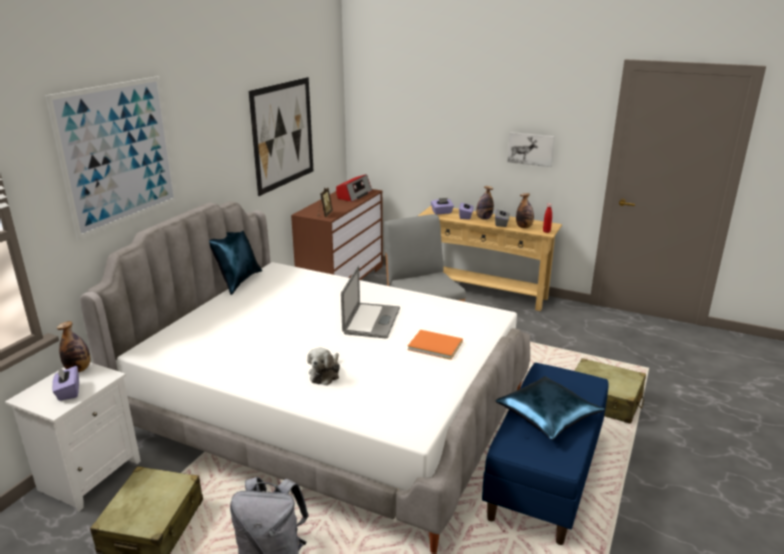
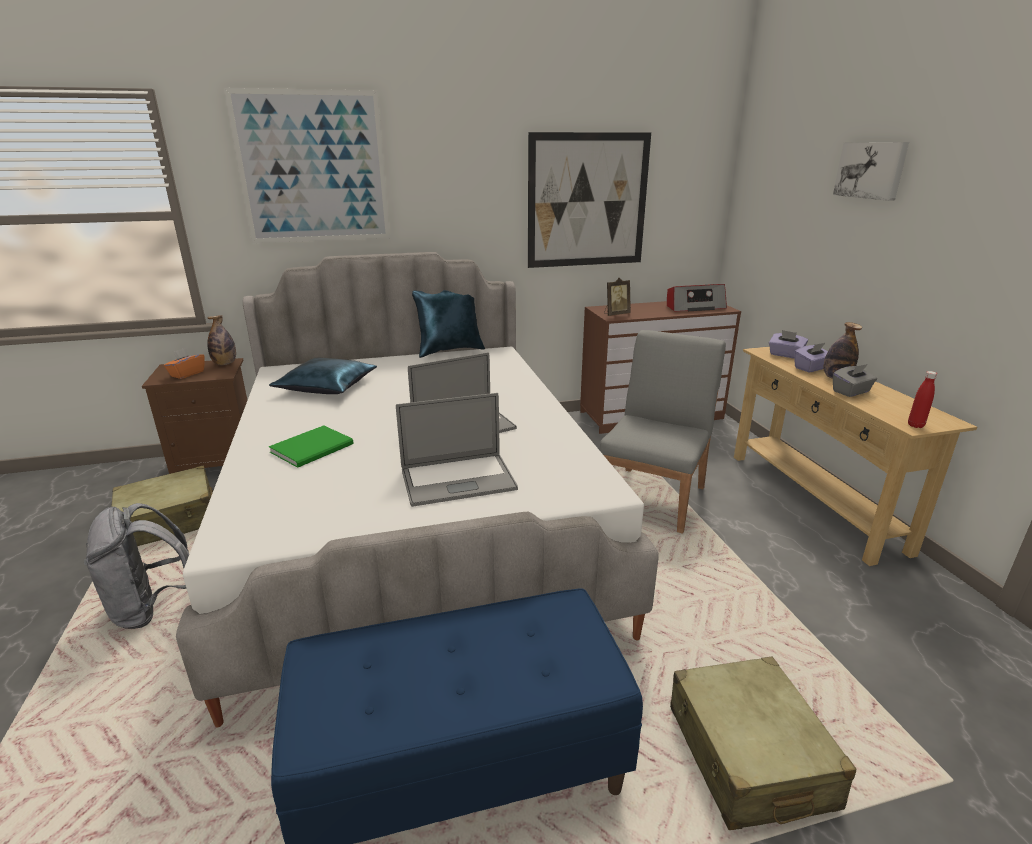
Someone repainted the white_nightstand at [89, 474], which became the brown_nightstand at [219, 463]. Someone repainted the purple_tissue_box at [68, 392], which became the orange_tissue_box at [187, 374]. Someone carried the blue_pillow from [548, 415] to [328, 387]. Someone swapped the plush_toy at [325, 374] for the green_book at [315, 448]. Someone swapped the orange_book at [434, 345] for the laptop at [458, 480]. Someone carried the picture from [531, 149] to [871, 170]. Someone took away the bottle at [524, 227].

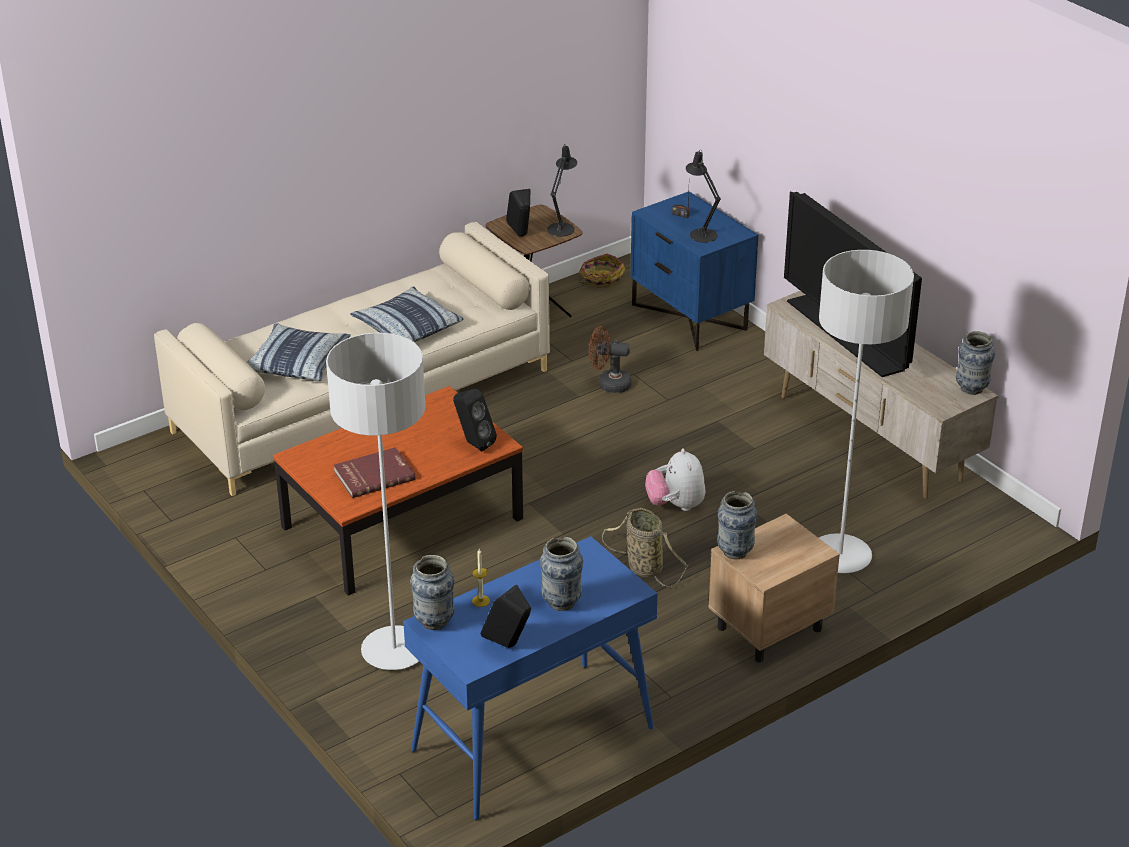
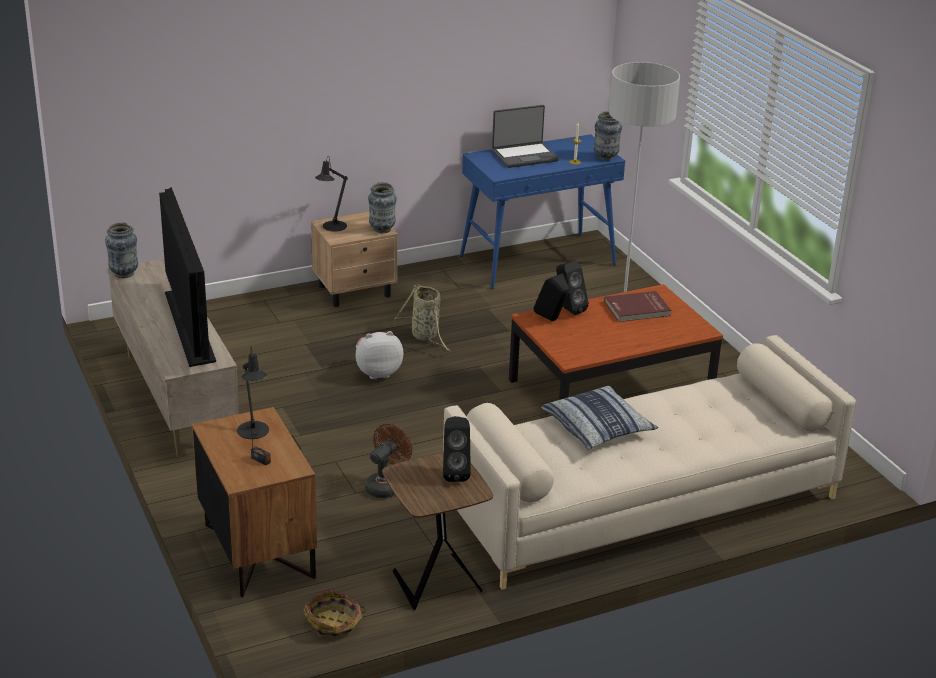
Someone repainted the blue_nightstand at [690, 317], which became the brown_nightstand at [257, 551]. Someone carried the black_table_lamp from [562, 227] to [332, 227]. Someone rotated the plush_toy at [676, 505] by 105 degrees counterclockwise. Someone rotated the brown_fan at [609, 384] by 75 degrees counterclockwise. Someone swapped the vase at [561, 602] for the laptop at [524, 156]. Someone carried the black_speaker from [509, 646] to [568, 309]. Someone took away the pillow at [298, 362]. Someone took away the grey_floor_lamp at [840, 556].

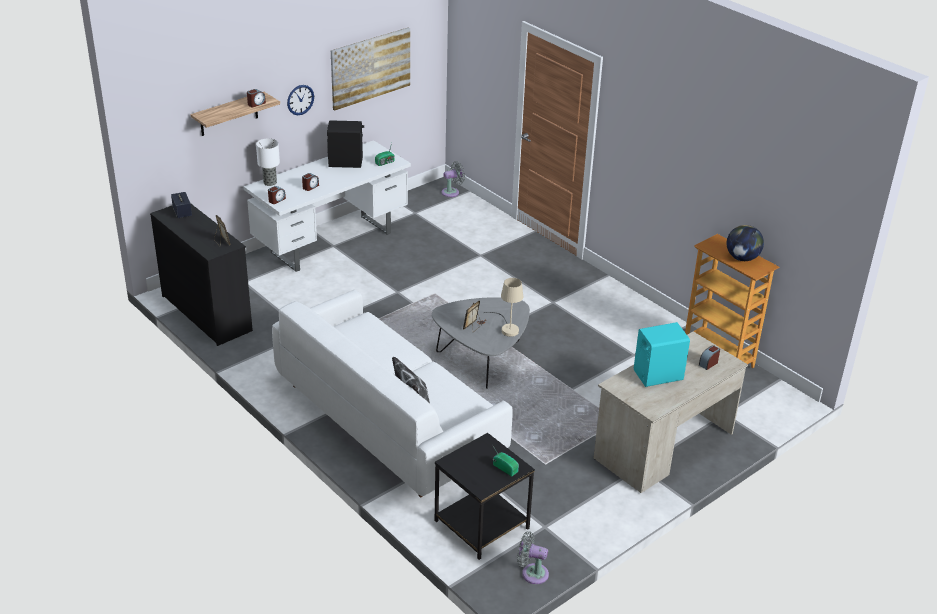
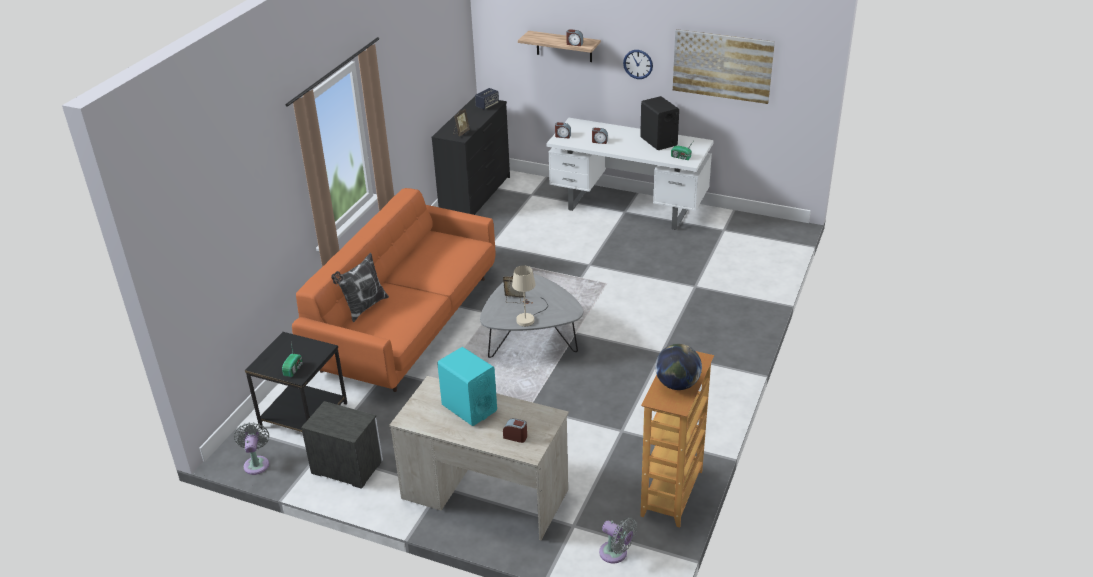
Someone repainted the white_sofa at [389, 419], which became the orange_sofa at [408, 323]. Someone put down the nightstand at [346, 466]. Someone carried the grey_fan from [452, 192] to [616, 554]. Someone took away the table_lamp at [270, 182].

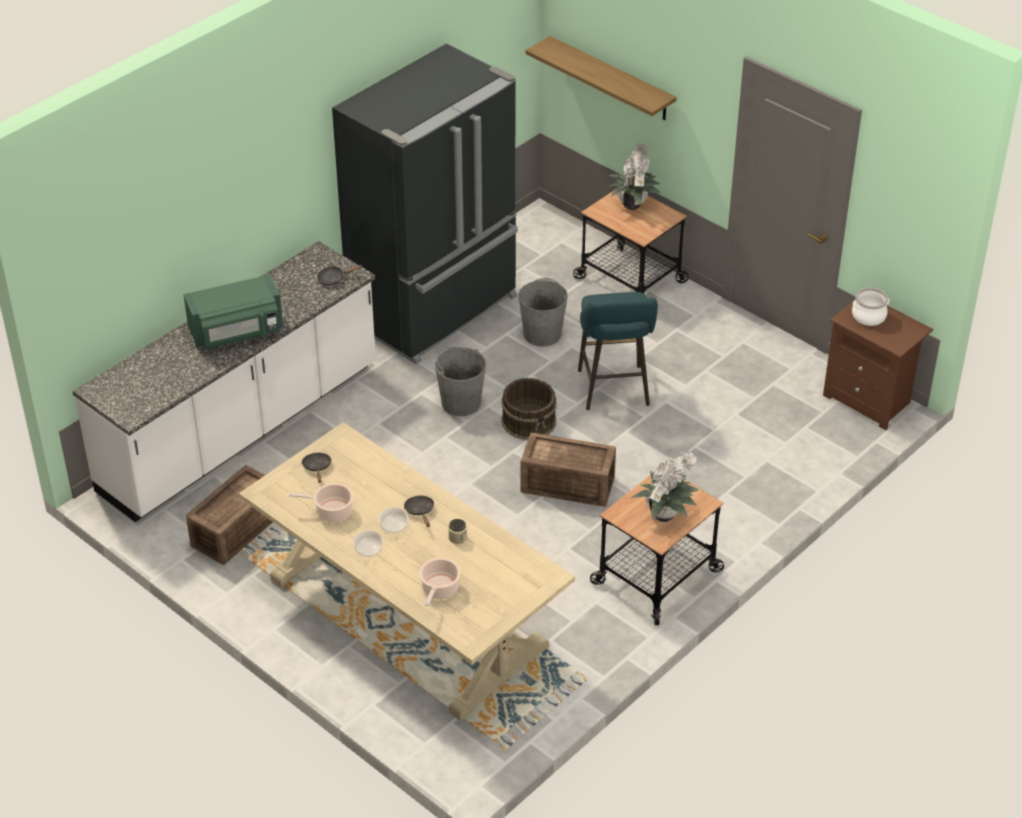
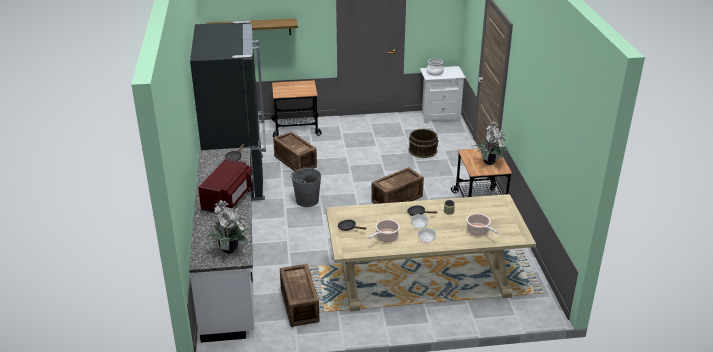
Someone repainted the green_microwave at [237, 332], which became the red_microwave at [229, 199]. Someone carried the potted_plant from [633, 204] to [229, 249]. Someone swapped the grey_bucket at [542, 334] for the crate at [295, 161]. Someone carried the brown_bucket from [529, 421] to [423, 150]. Someone repainted the brown_nightstand at [869, 400], which became the white_nightstand at [439, 116]. Someone took away the turquoise_stool at [614, 391].

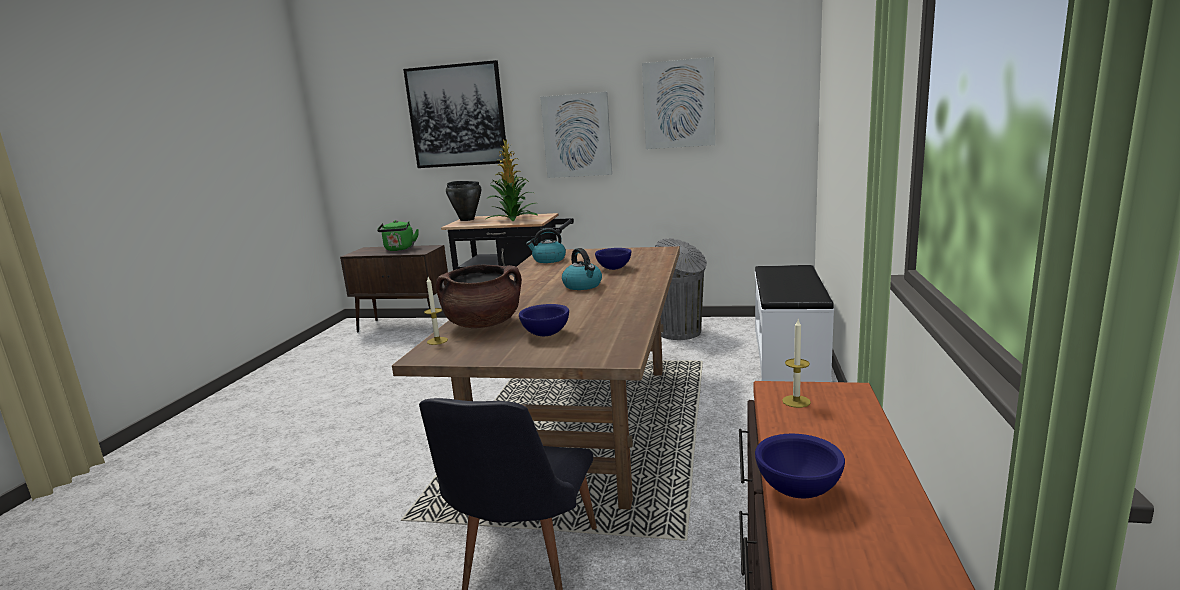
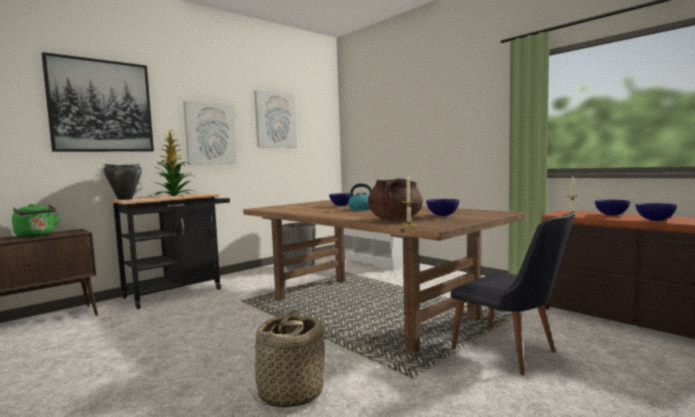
Someone put down the basket at [290, 393]. Someone put down the blue_bowl at [611, 215]. Someone took away the kettle at [548, 260].

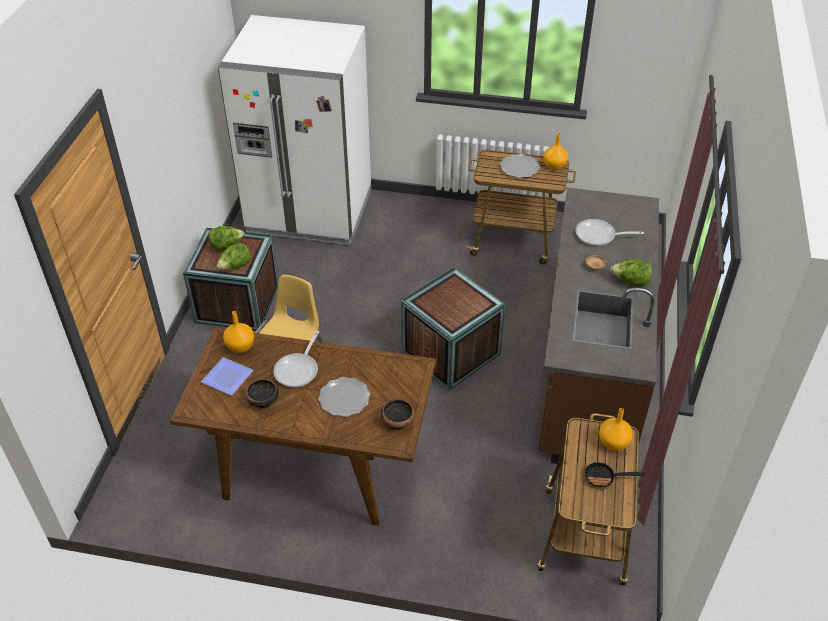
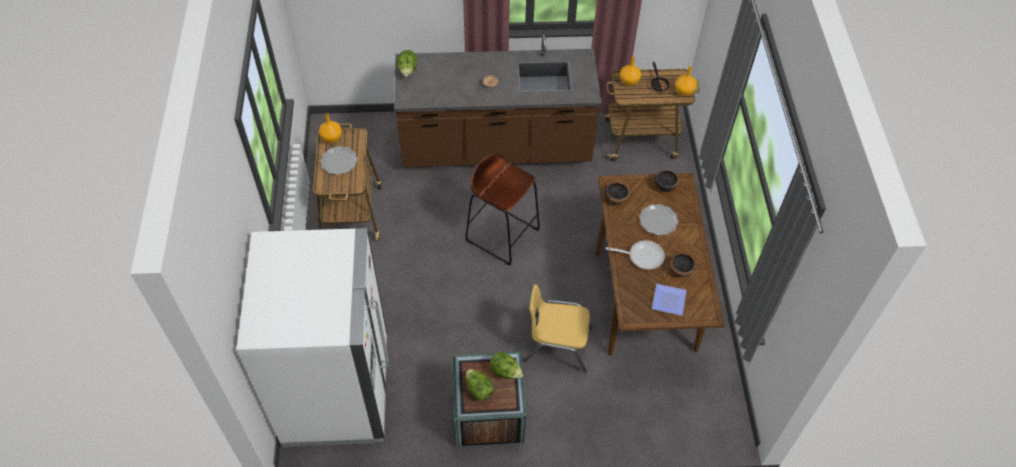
Someone carried the lettuce from [630, 282] to [407, 71]. Someone swapped the crate at [451, 352] for the brown_stool at [502, 235]. Someone put down the bowl at [616, 198]. Someone carried the orange_vase from [240, 347] to [684, 92]. Someone took away the frying_pan at [599, 236].

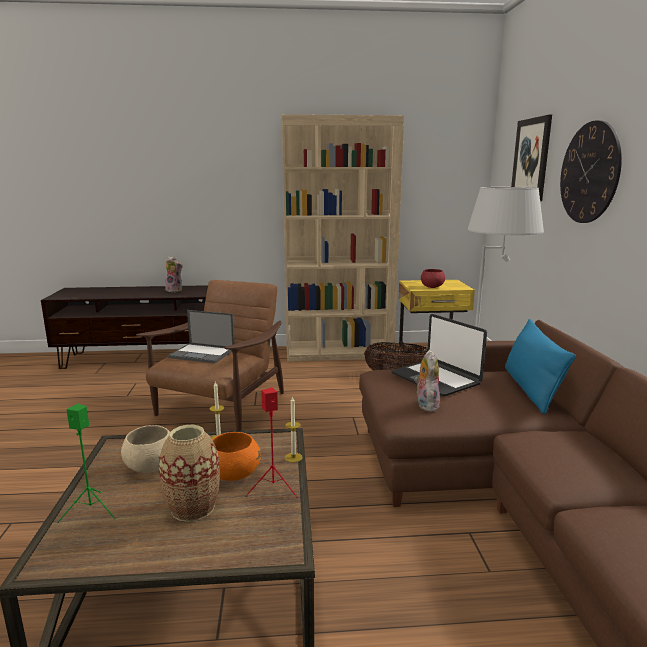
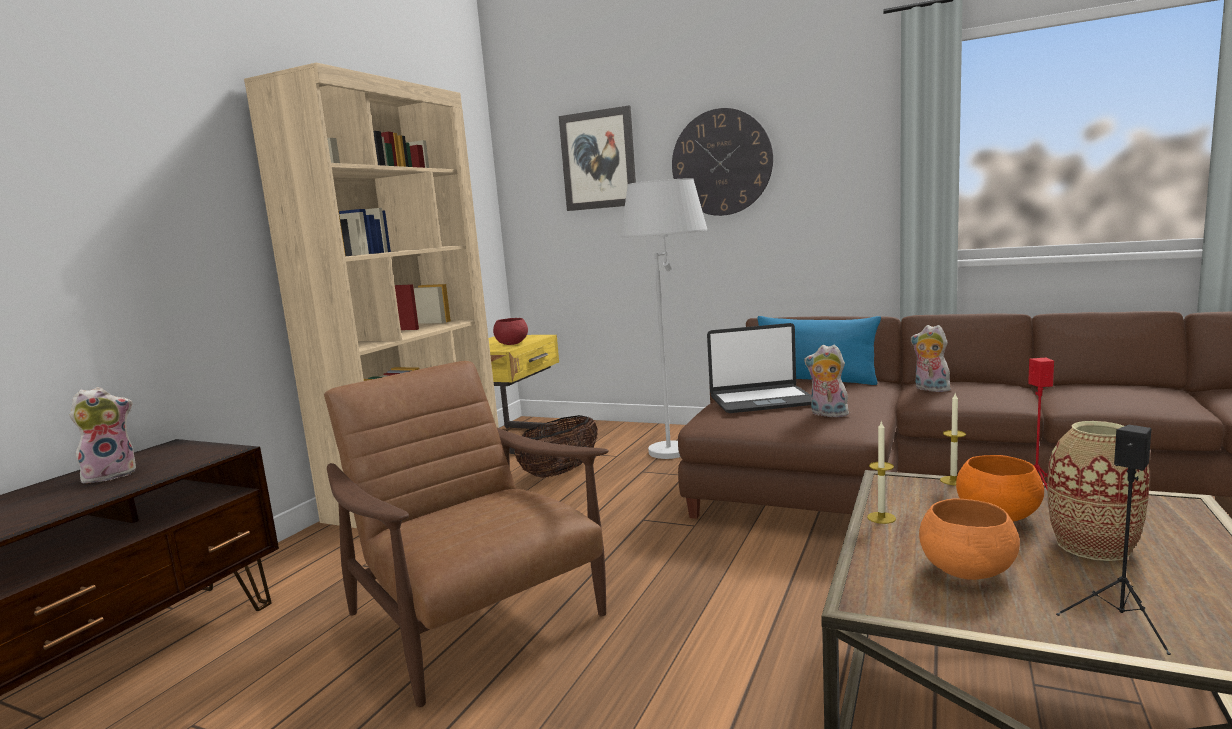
Someone put down the plush_toy at [930, 389]. Someone repainted the beige_bowl at [151, 467], which became the orange_bowl at [965, 571]. Someone repainted the green_speaker at [90, 511], which became the black_speaker at [1122, 623]. Someone took away the laptop at [203, 353].

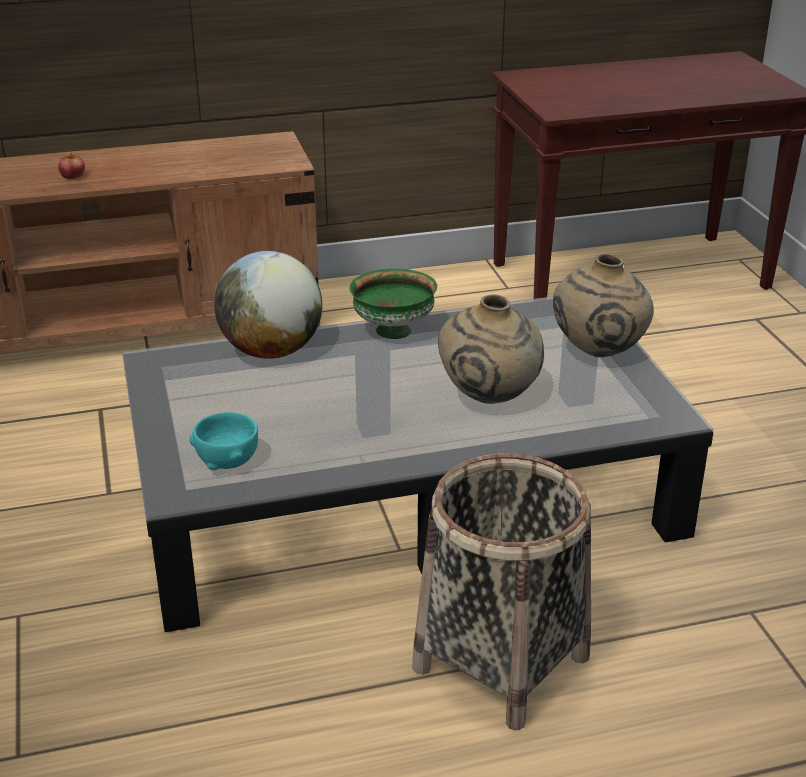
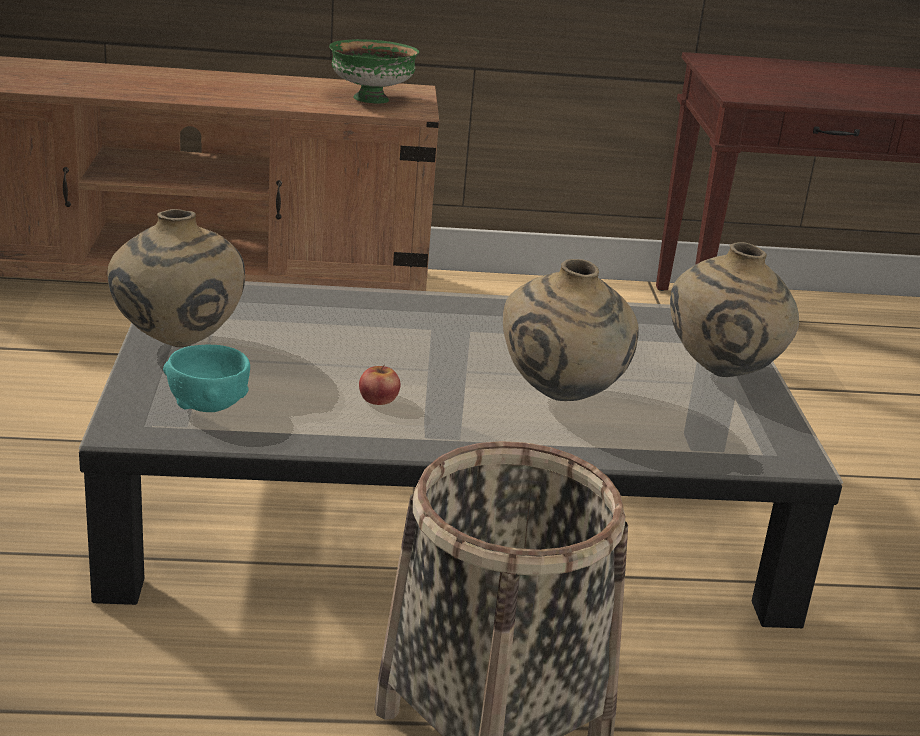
Someone put down the beige_vase at [178, 345]. Someone carried the green_bowl from [392, 330] to [370, 99]. Someone carried the apple from [73, 176] to [378, 398]. Someone took away the globe at [272, 351].

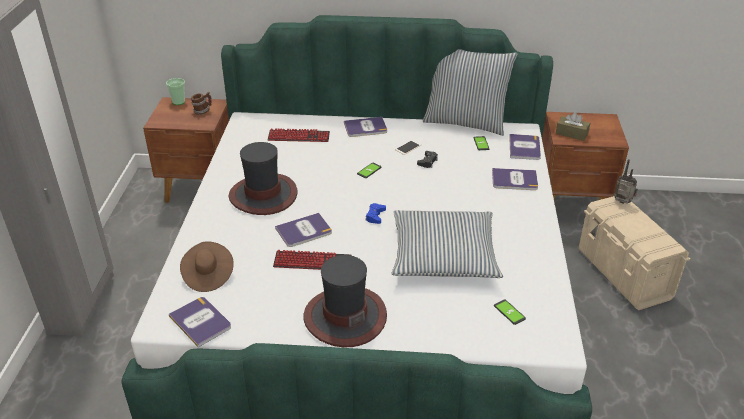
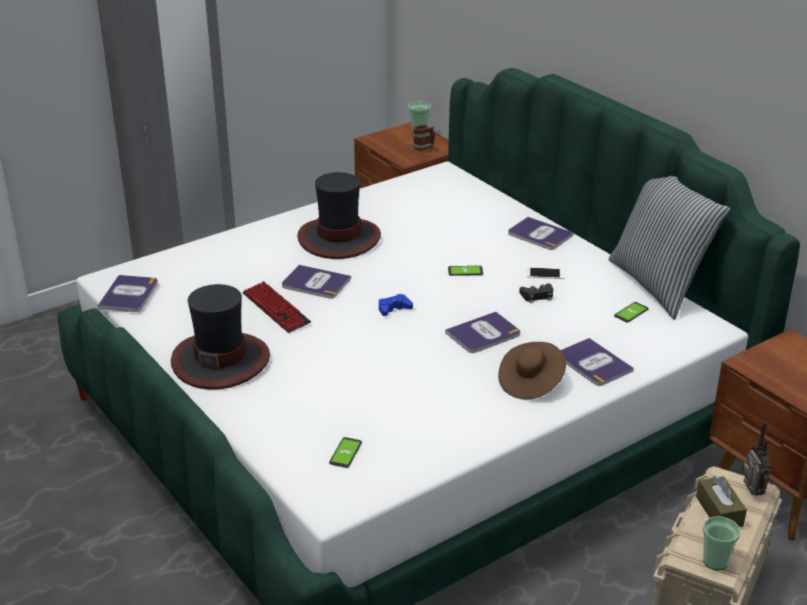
Someone carried the book from [524, 147] to [483, 334]. Someone carried the brown_hat from [208, 275] to [530, 383]. Someone carried the brown_tissue_box from [571, 133] to [719, 511]. Someone put down the cup at [715, 561]. Someone took away the keyboard at [298, 137]. Someone took away the pillow at [443, 255].

